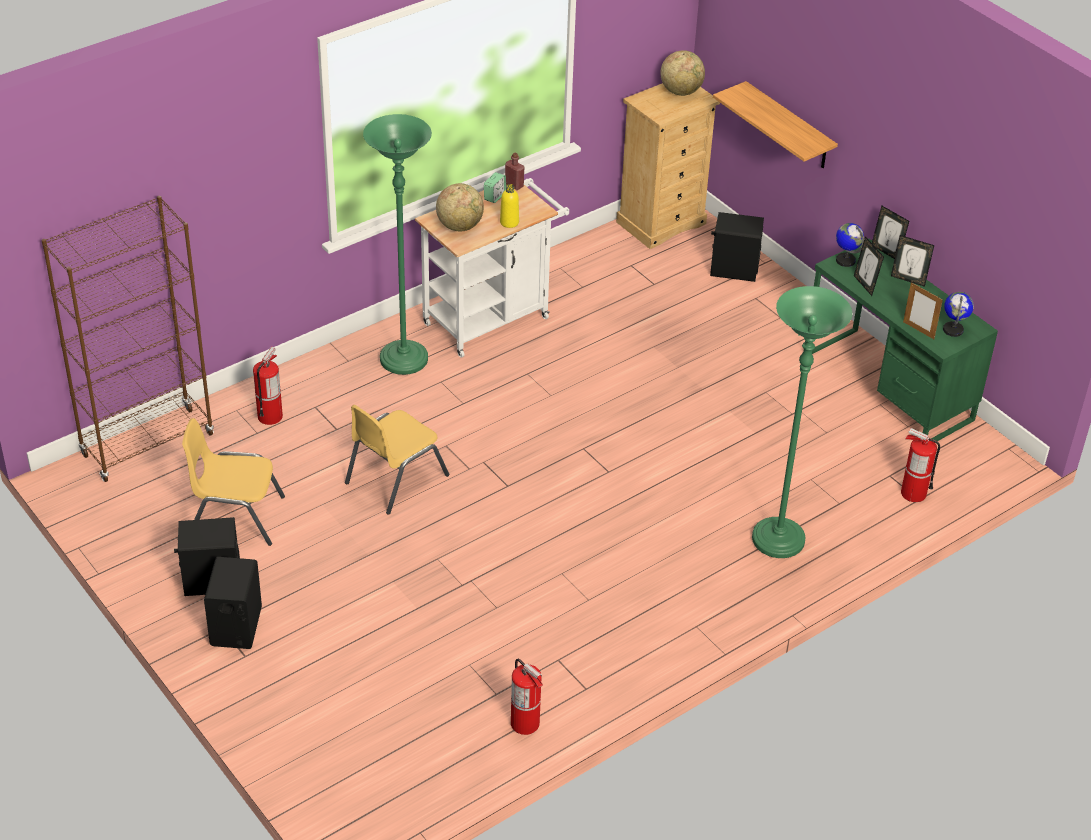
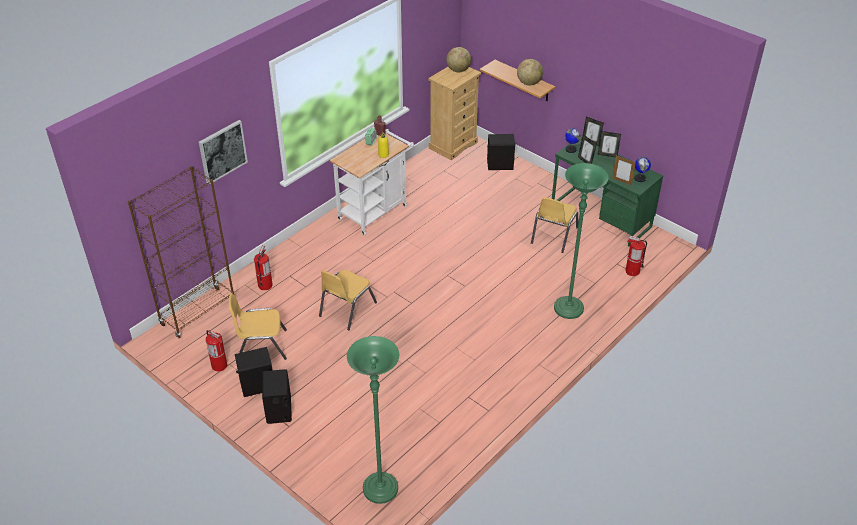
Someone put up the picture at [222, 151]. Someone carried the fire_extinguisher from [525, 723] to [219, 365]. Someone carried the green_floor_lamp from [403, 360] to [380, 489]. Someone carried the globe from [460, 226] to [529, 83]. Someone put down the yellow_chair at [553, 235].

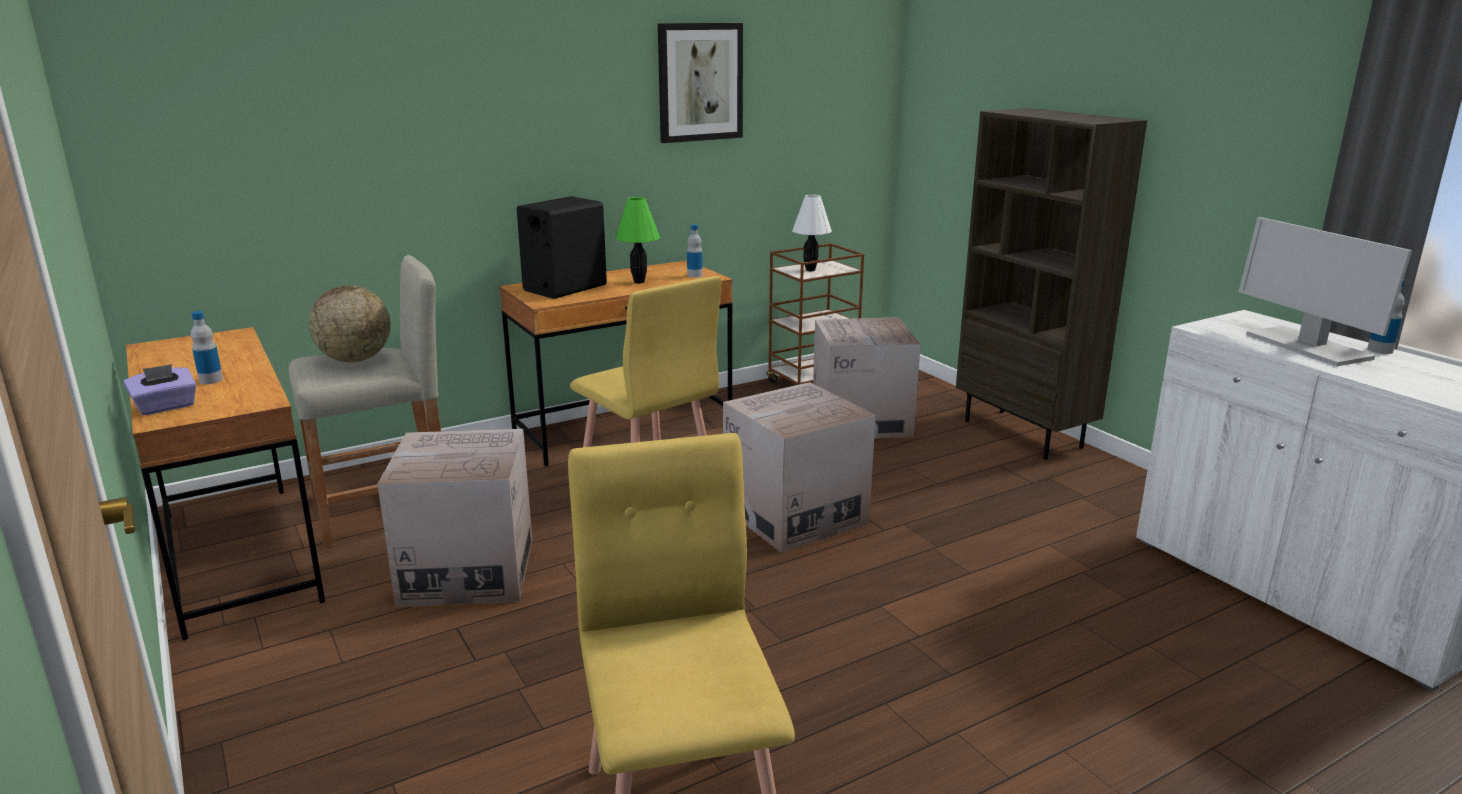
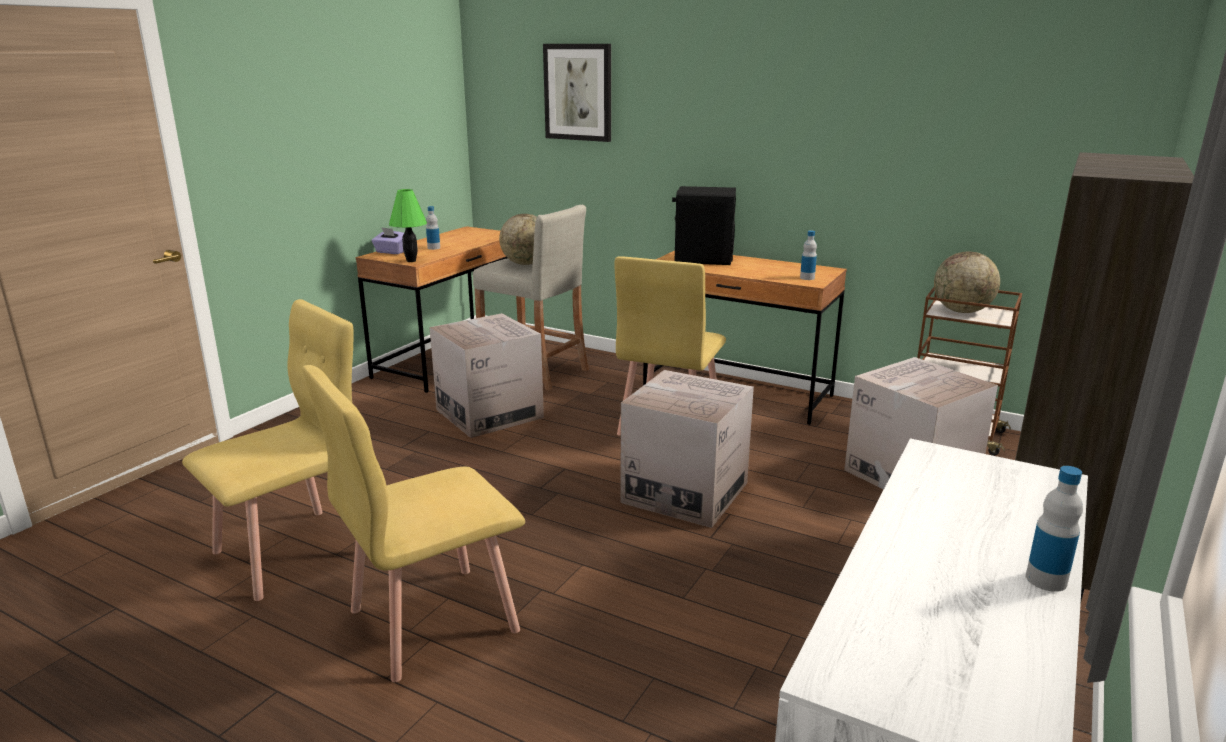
Someone put down the yellow_chair at [431, 620]. Someone carried the green_table_lamp from [639, 282] to [411, 261]. Someone carried the picture from [700, 82] to [578, 92]. Someone swapped the white_table_lamp at [811, 270] for the globe at [962, 311]. Someone took away the monitor at [1306, 346].

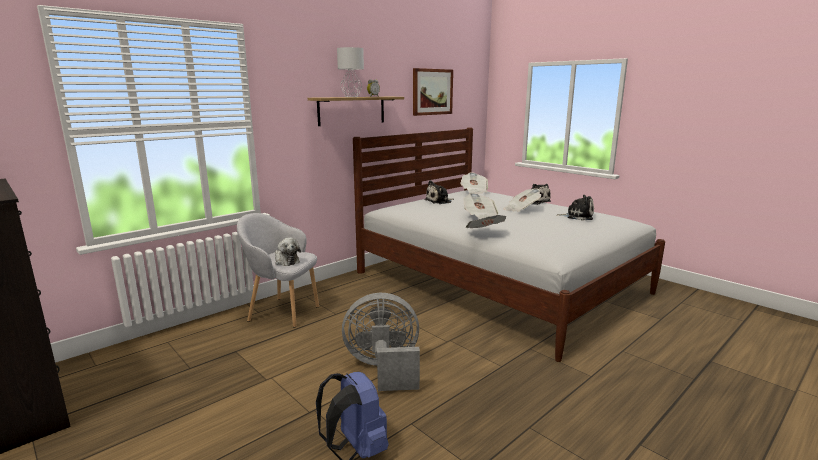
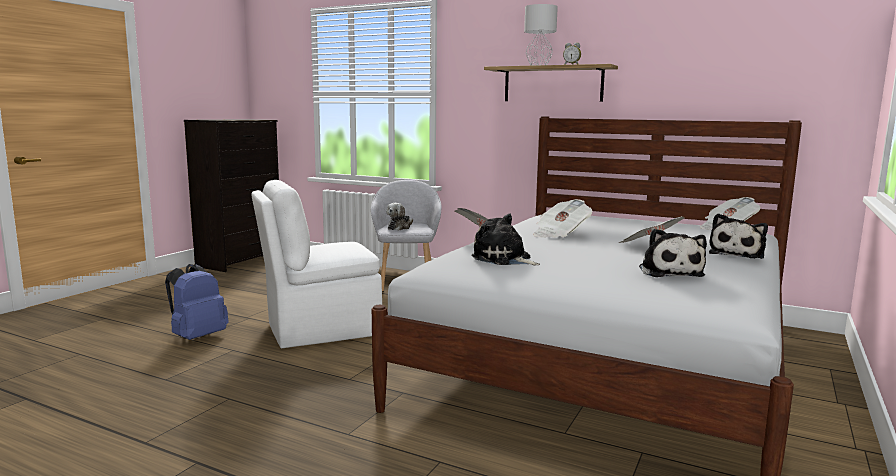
Someone swapped the grey_fan at [384, 369] for the white_chair at [320, 330]. Someone carried the plush_toy from [439, 201] to [503, 259]. Someone took away the picture at [432, 92].

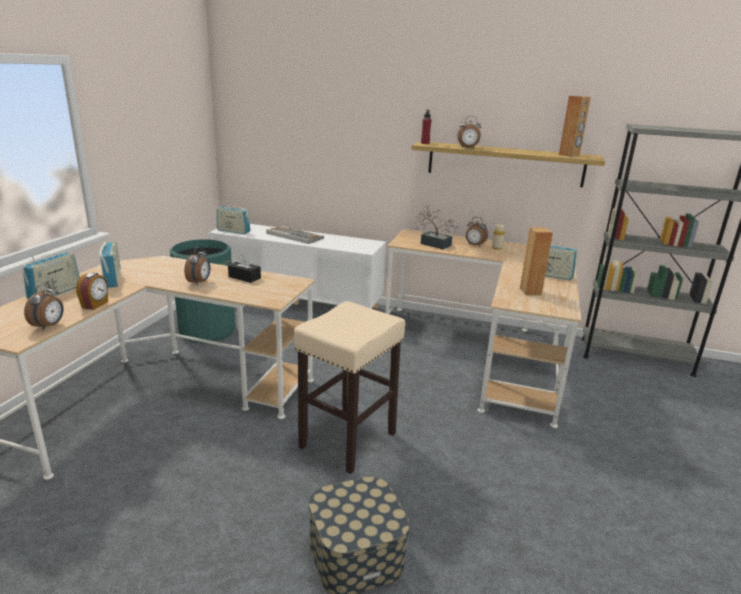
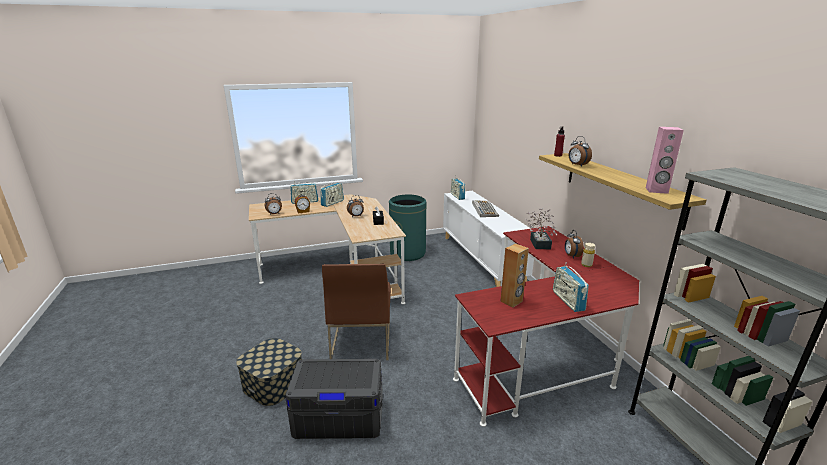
Someone put down the grey_storage_box at [339, 417]. Someone swapped the beige_stool at [347, 440] for the brown_chair at [361, 340]. Someone repainted the beige_desk at [485, 351], which became the red_desk at [543, 352]. Someone repainted the brown_speaker at [569, 155], which became the pink_speaker at [656, 190].

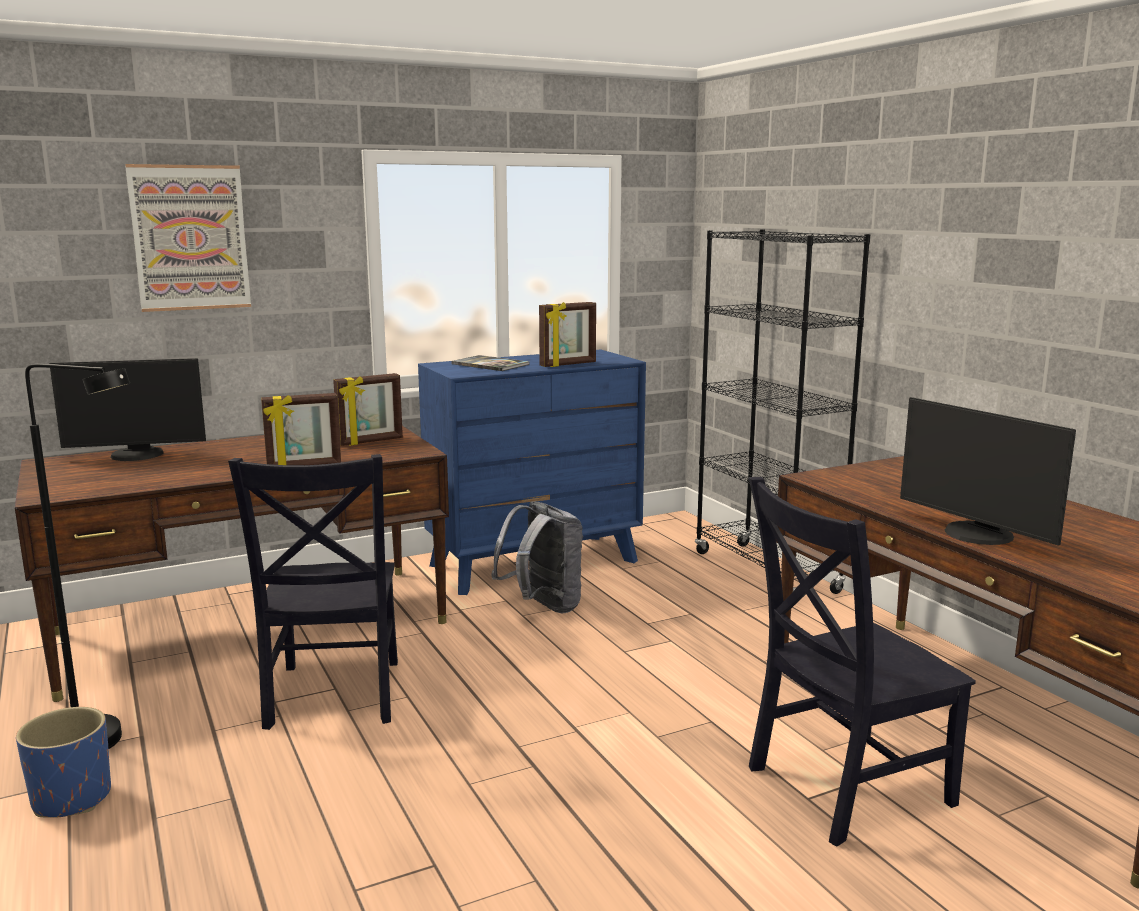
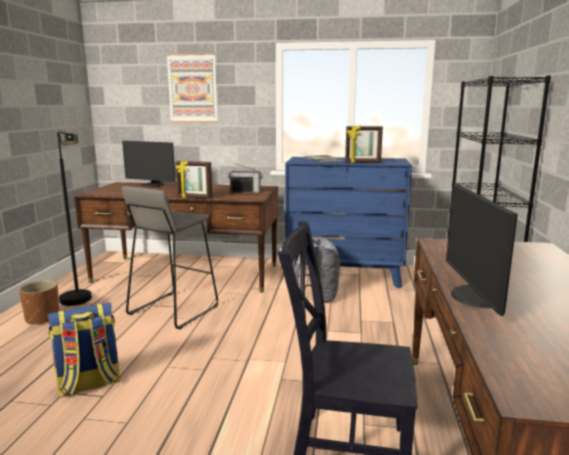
Someone repainted the blue_planter at [71, 798], which became the brown_planter at [43, 318]. Someone put down the backpack at [89, 384]. Someone swapped the black_chair at [333, 697] for the grey_stool at [173, 310]. Someone swapped the picture_frame at [370, 442] for the radio at [245, 192].

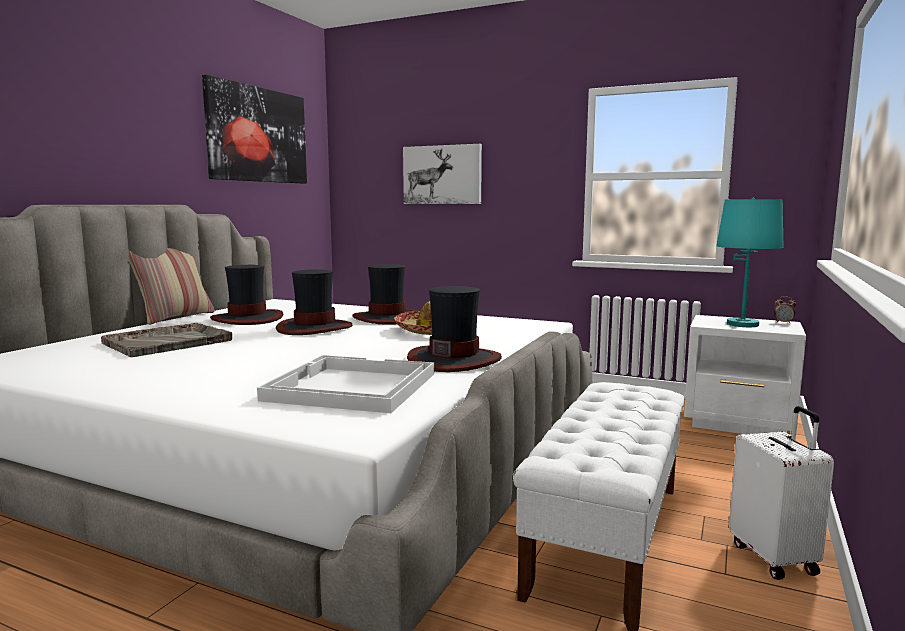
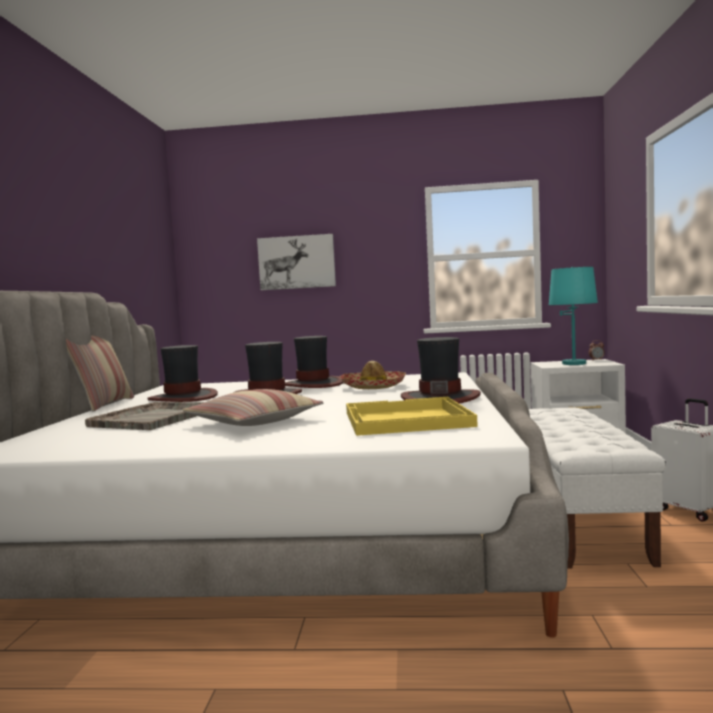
Someone put down the pillow at [254, 422]. Someone repainted the white_tray at [350, 387], which became the yellow_tray at [405, 419]. Someone took away the picture at [258, 135].

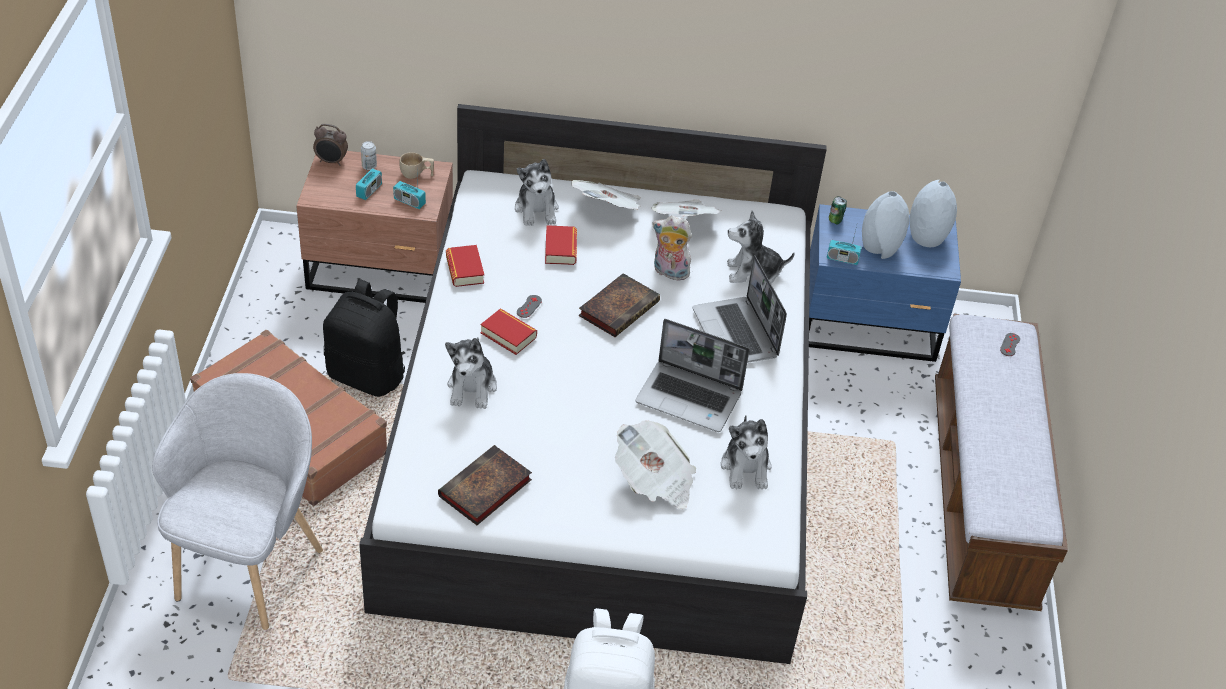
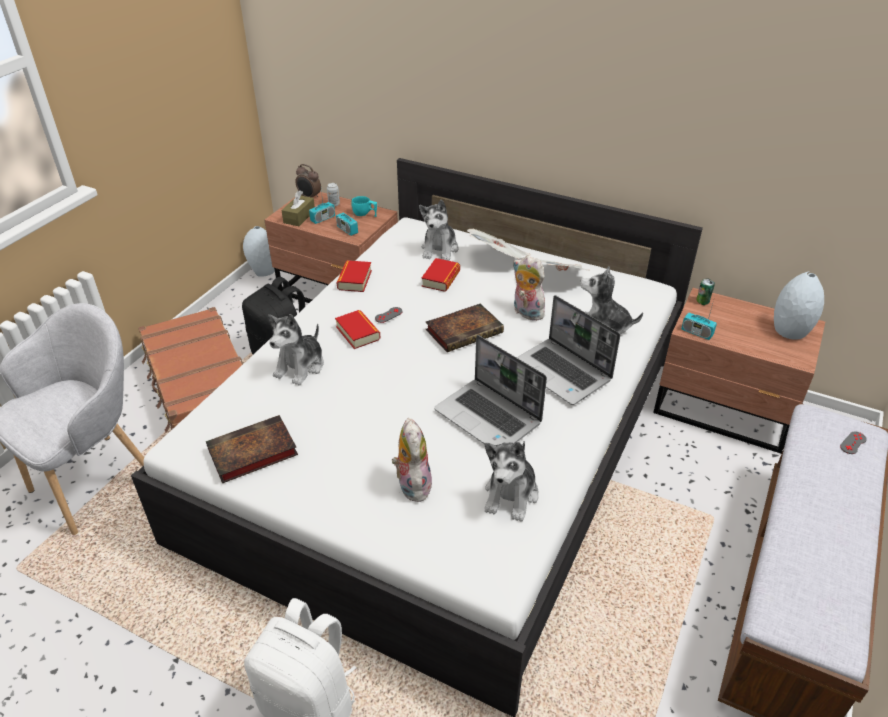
Someone carried the grey_vase from [880, 248] to [264, 271]. Someone put down the brown_tissue_box at [299, 217]. Someone repainted the beige_cup at [416, 174], which became the turquoise_cup at [365, 214]. Someone swapped the newspaper at [654, 480] for the plush_toy at [412, 484]. Someone rotated the laptop at [736, 334] by 45 degrees counterclockwise. Someone repainted the blue_nightstand at [870, 326], which became the brown_nightstand at [725, 410].

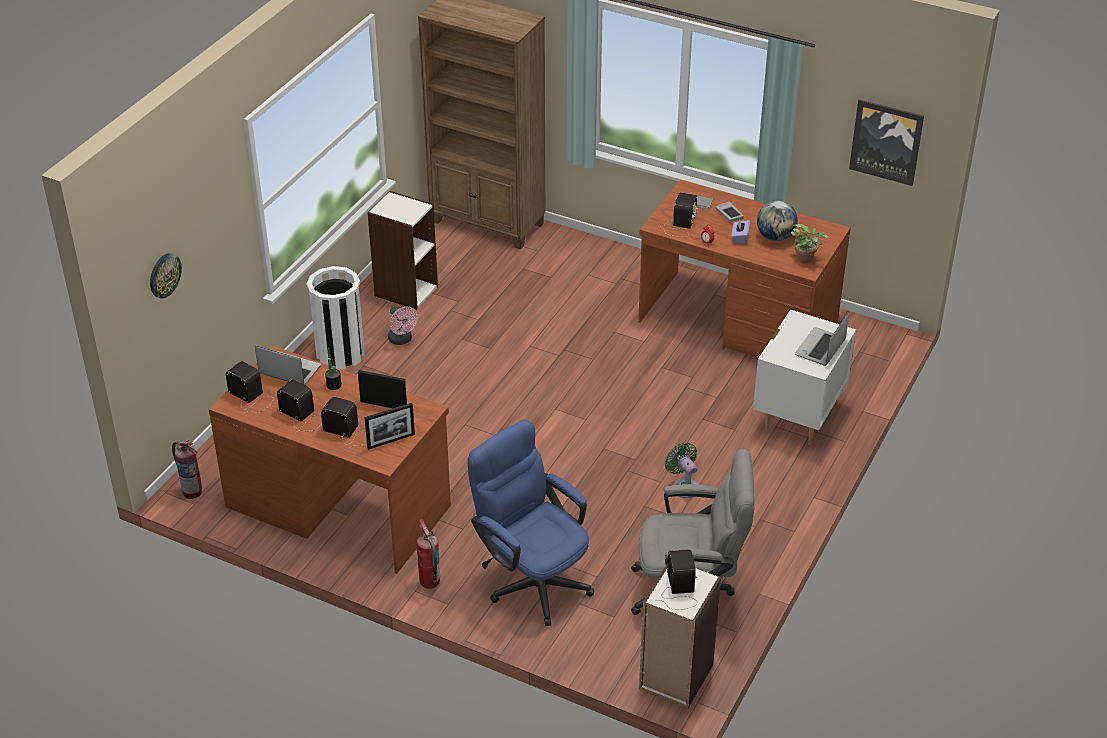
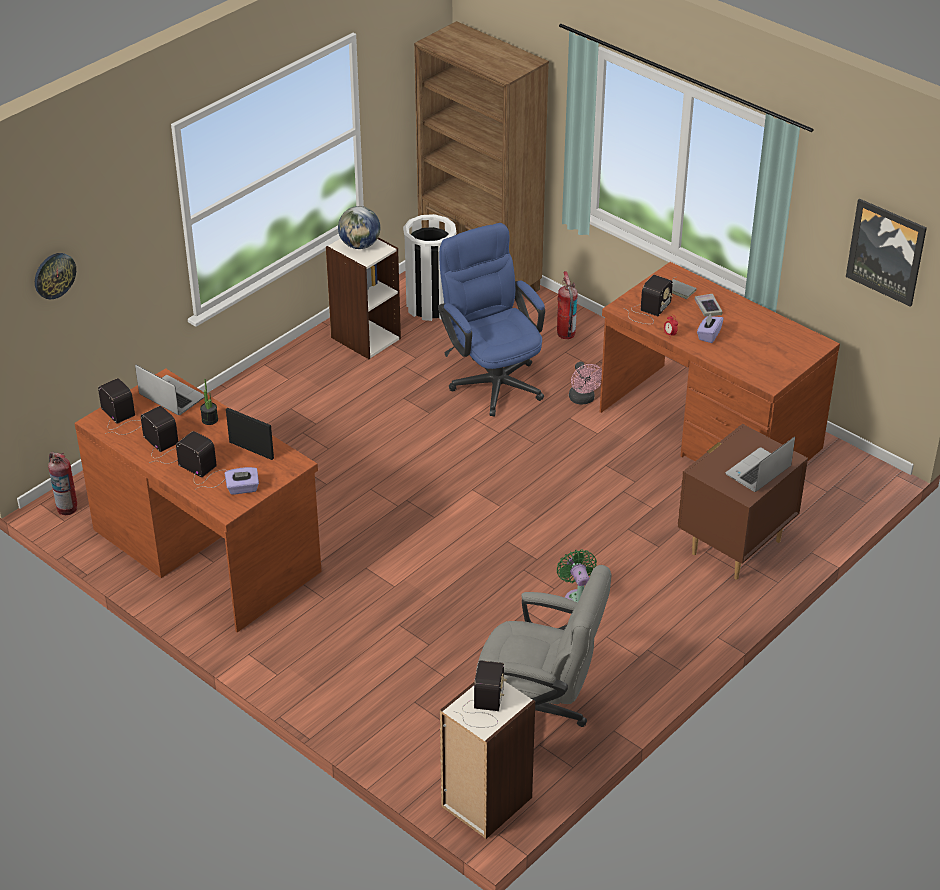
Someone swapped the picture_frame at [391, 441] for the purple_tissue_box at [243, 488]. Someone carried the globe from [775, 237] to [360, 245]. Someone carried the white_trash_can from [340, 354] to [430, 306]. Someone carried the blue_office_chair from [532, 579] to [492, 379]. Someone carried the fire_extinguisher from [429, 581] to [566, 334]. Someone carried the pink_fan from [402, 340] to [583, 400]. Someone repainted the white_nightstand at [798, 418], which became the brown_nightstand at [735, 547]. Someone took away the potted_plant at [806, 259].

